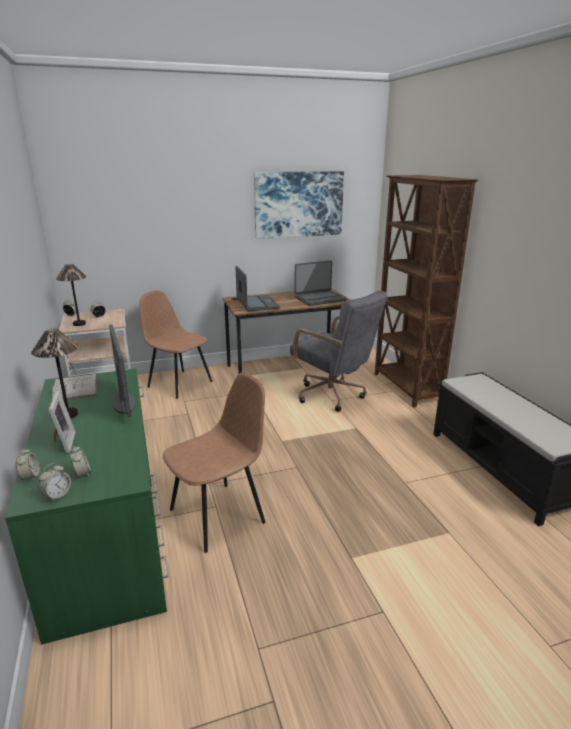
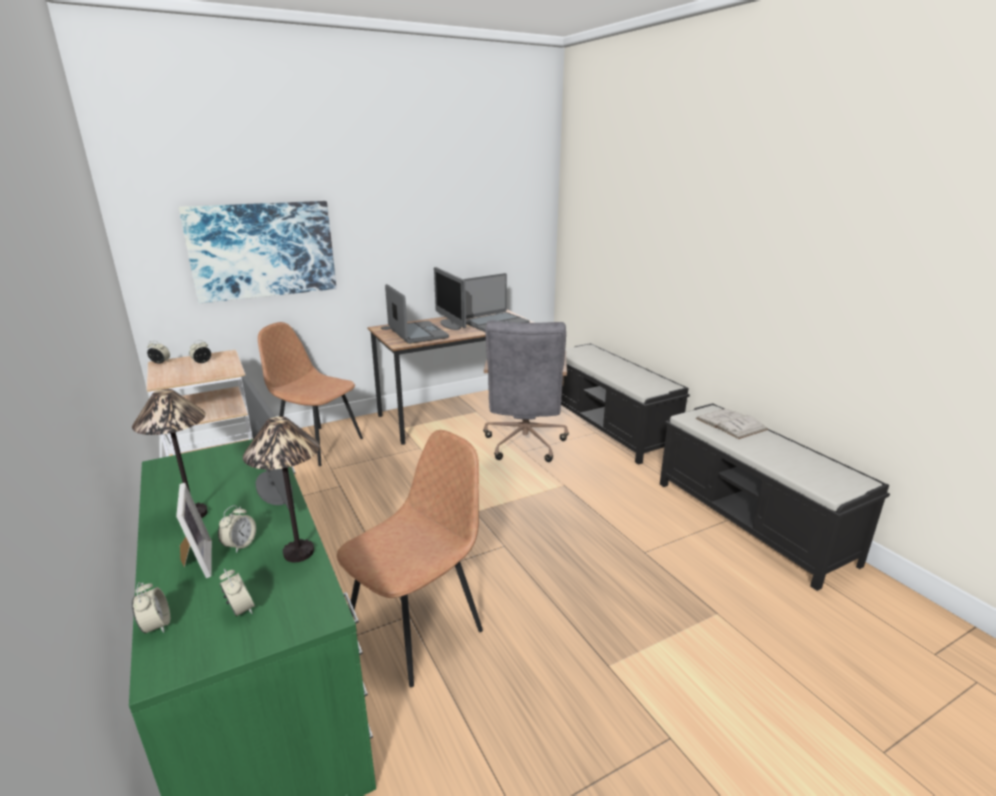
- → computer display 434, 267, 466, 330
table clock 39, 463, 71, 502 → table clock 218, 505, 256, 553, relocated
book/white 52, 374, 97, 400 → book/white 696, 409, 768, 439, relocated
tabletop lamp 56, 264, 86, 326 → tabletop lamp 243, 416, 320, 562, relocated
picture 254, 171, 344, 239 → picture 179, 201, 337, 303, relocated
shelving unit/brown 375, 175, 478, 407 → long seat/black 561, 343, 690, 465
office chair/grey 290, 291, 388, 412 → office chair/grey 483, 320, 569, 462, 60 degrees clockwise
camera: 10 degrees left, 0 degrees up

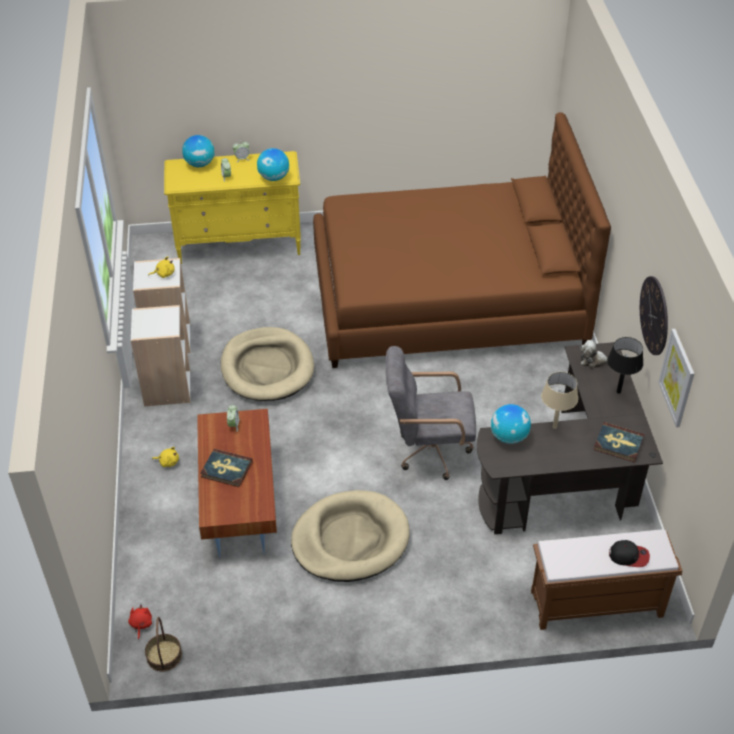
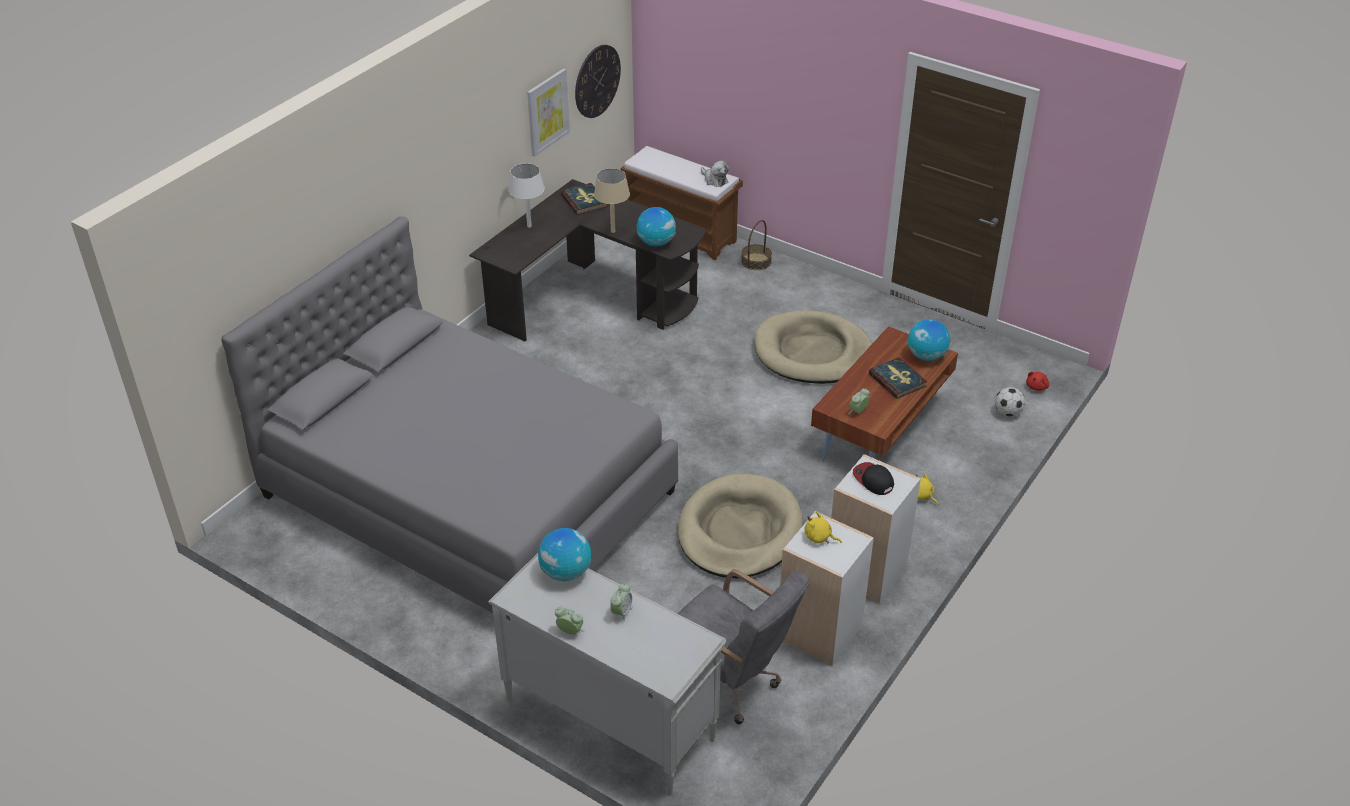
- → ball for football 995, 387, 1025, 417
household basket 145, 617, 182, 671 → household basket 741, 220, 772, 270, relocated
world globe 182, 135, 215, 167 → world globe 908, 319, 950, 361, relocated
office chair/grey 385, 346, 476, 480 → office chair/grey 677, 569, 810, 724, relocated
plush toy 580, 340, 608, 369 → plush toy 701, 161, 729, 187, relocated
peaked cap 609, 540, 650, 567 → peaked cap 853, 462, 894, 495, relocated
hanging clock 640, 276, 668, 355 → hanging clock 575, 45, 621, 118, relocated
chest of drawers/yellow 164, 151, 301, 264 → chest of drawers/white 488, 553, 726, 796
bed/brown 313, 112, 611, 368 → bed/grey 222, 216, 679, 613
tabletop lamp/black 607, 337, 643, 394 → tabletop lamp/white 508, 163, 545, 228
camera: 140 degrees left, 5 degrees down

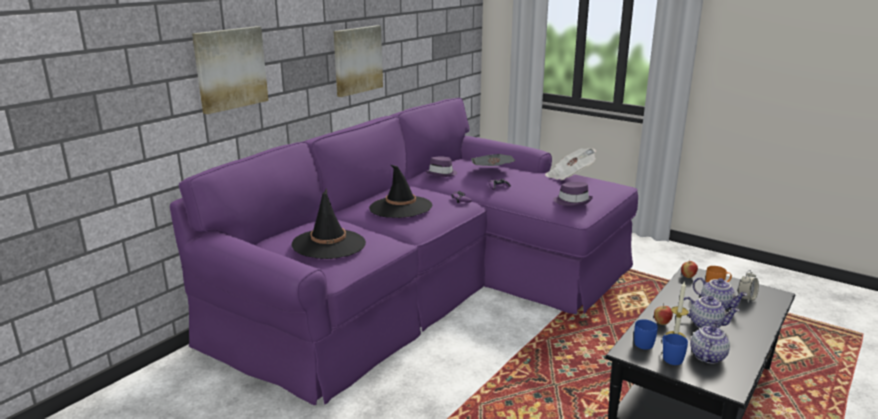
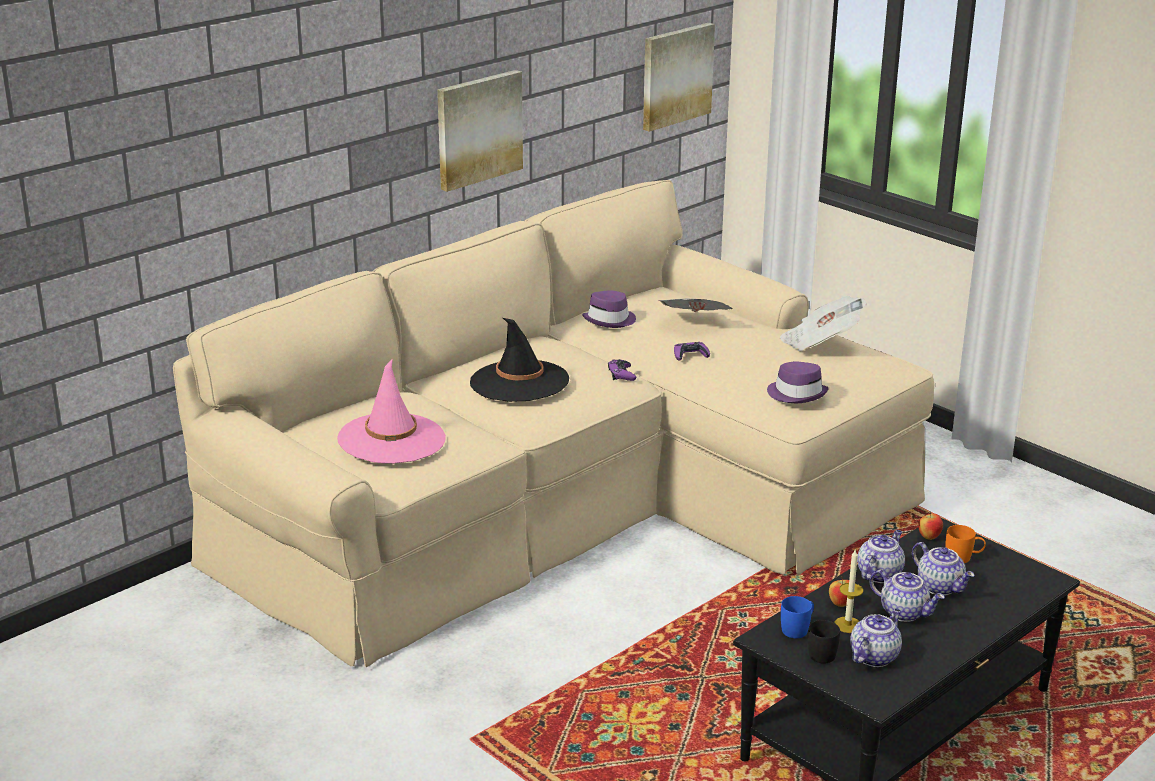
table clock 738, 270, 759, 302 → -
- → teapot 857, 530, 905, 583
picture 192, 26, 268, 114 → picture 643, 23, 715, 132, relocated
couch/purple 170, 98, 638, 405 → couch/beige-coloured 173, 180, 934, 667
wearable hat/black 291, 189, 366, 259 → wearable hat/pink 337, 358, 446, 464
coffee mug/blue 662, 334, 688, 365 → coffee mug/black 808, 620, 840, 664
camera: 10 degrees right, 5 degrees up

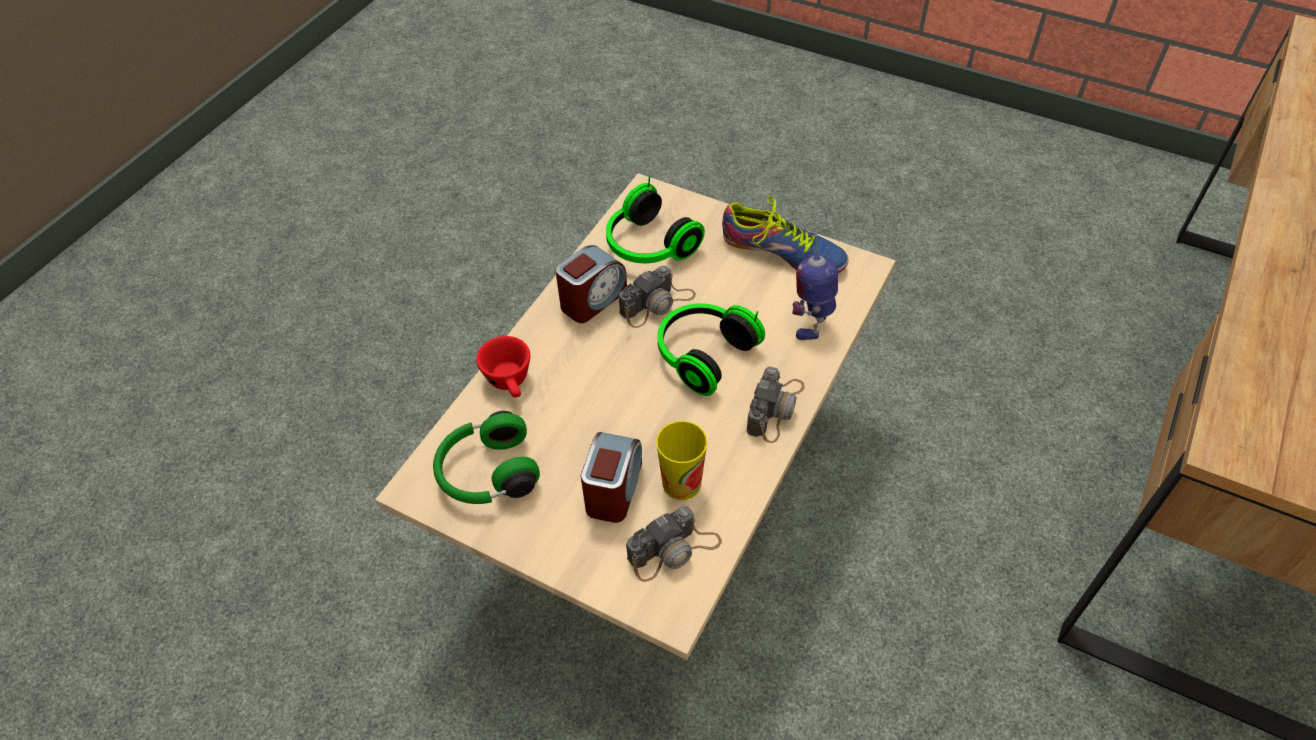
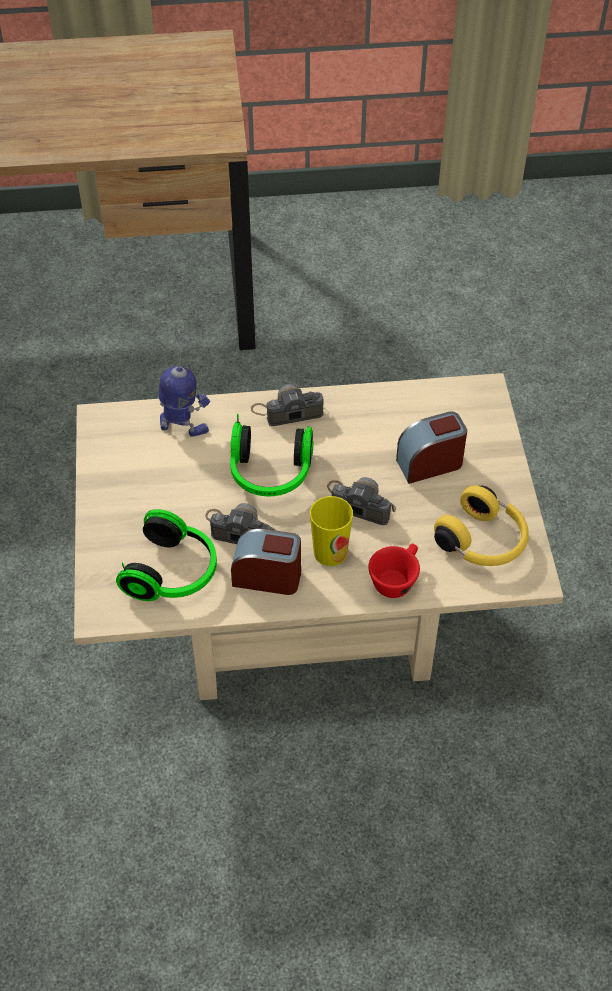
shoe 722, 196, 849, 273 → -
still camera 626, 506, 722, 582 → still camera 327, 477, 396, 525, relocated
cup 656, 421, 707, 500 → cup 310, 496, 353, 566, relocated
pair of headphones/greenish 433, 411, 540, 504 → pair of headphones/yellow 434, 486, 529, 566
robot figure 792, 214, 838, 340 → robot figure 159, 330, 211, 437, 150 degrees counterclockwise
camera: 125 degrees left, 0 degrees up

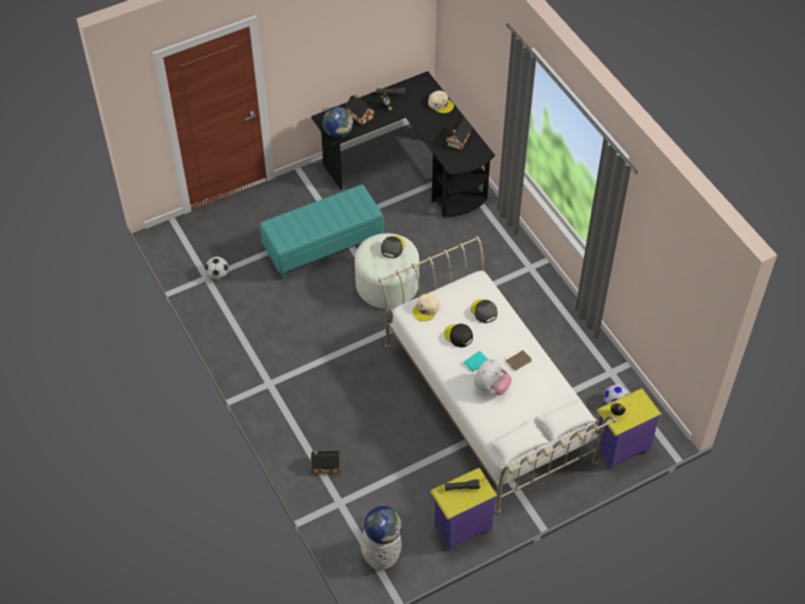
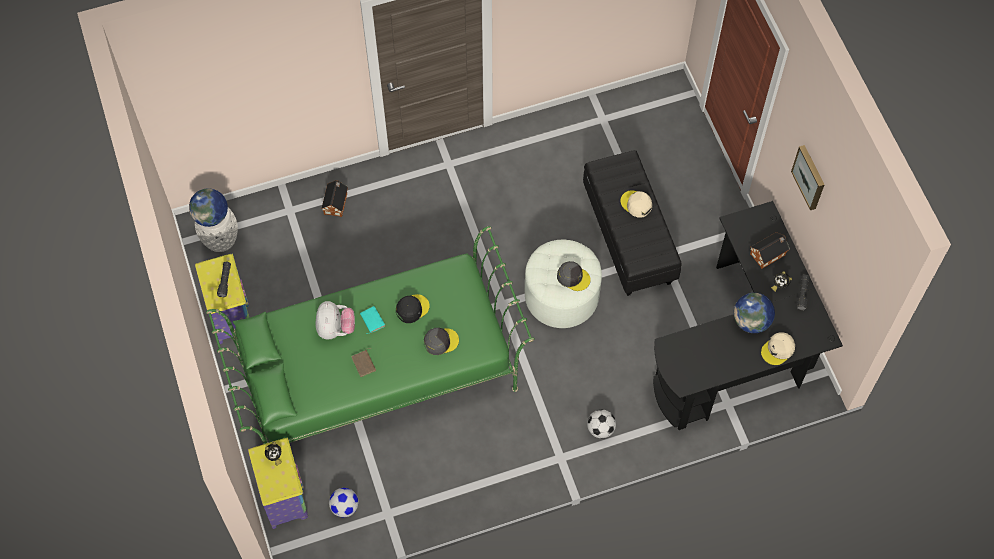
miniature house 446, 119, 472, 150 → -
- → picture 791, 145, 825, 210
ball for football 205, 257, 229, 280 → ball for football 587, 410, 616, 438, relocated
world globe 322, 106, 354, 138 → world globe 734, 293, 775, 333, relocated
peaked cap/beige-coloured 413, 294, 440, 321 → peaked cap/beige-coloured 621, 190, 652, 218, relocated
ottoman/turquoise-coloured 260, 184, 384, 279 → ottoman/black 583, 150, 682, 296
bed/white 378, 236, 616, 513 → bed/greenish 206, 226, 535, 444
plush toy 474, 359, 512, 395 → plush toy 316, 301, 355, 340, 135 degrees counterclockwise
camera: 100 degrees right, 10 degrees up

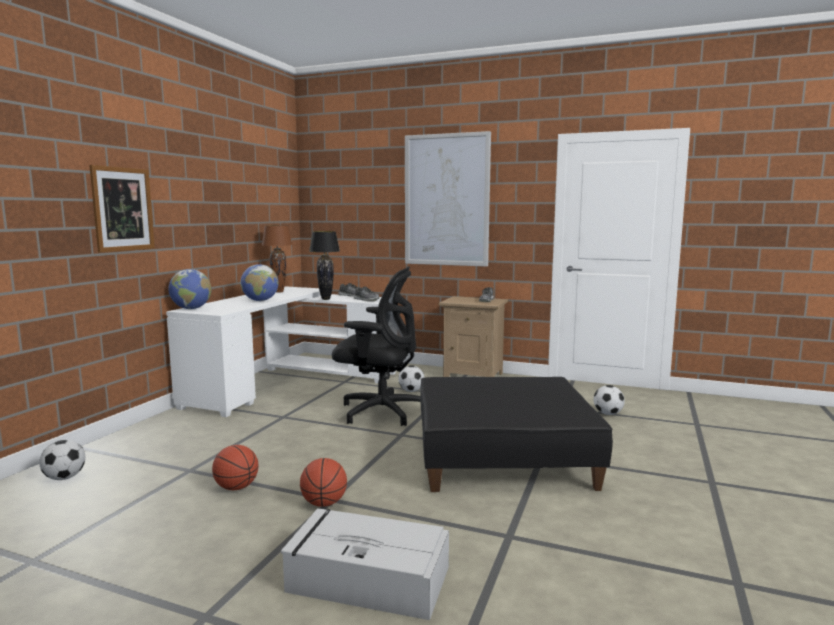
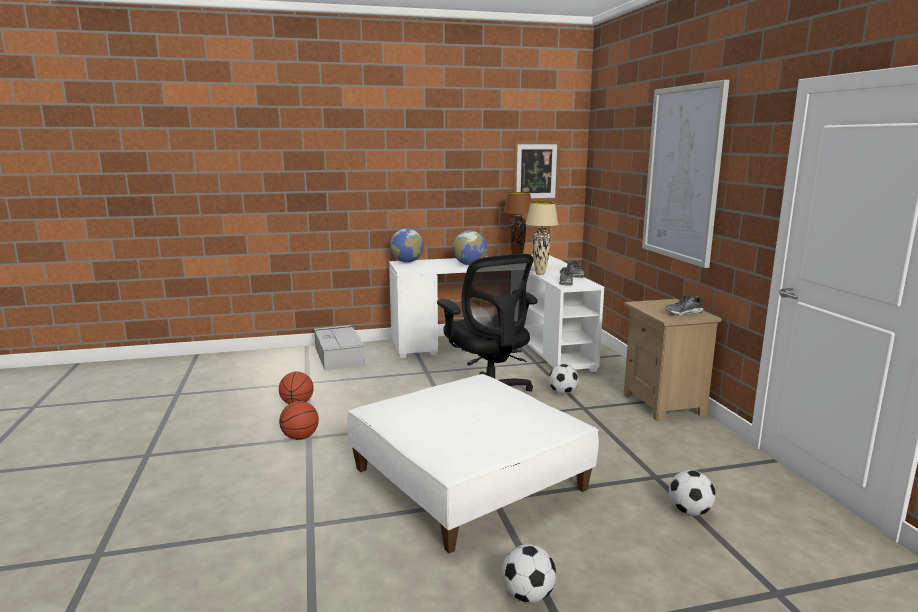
ball for football 39, 440, 85, 480 → ball for football 502, 544, 556, 603, relocated
picture 89, 165, 155, 253 → picture 513, 141, 561, 202, relocated
storage container/grey 281, 508, 449, 620 → storage container/grey 314, 325, 365, 370, relocated
tabletop lamp/black 309, 231, 340, 300 → tabletop lamp/beige-coloured 526, 202, 558, 275
ottoman/black 420, 377, 613, 492 → ottoman/white 347, 374, 599, 553
camera: 55 degrees right, 5 degrees up

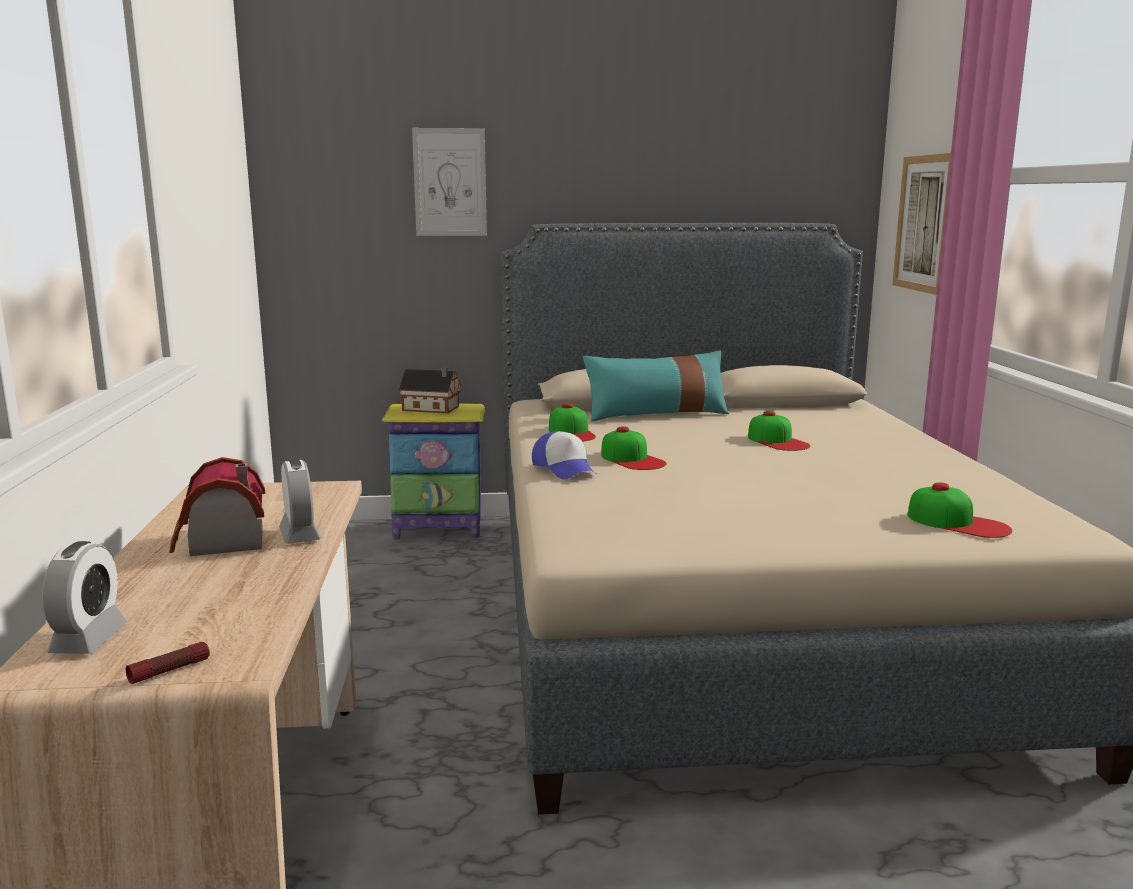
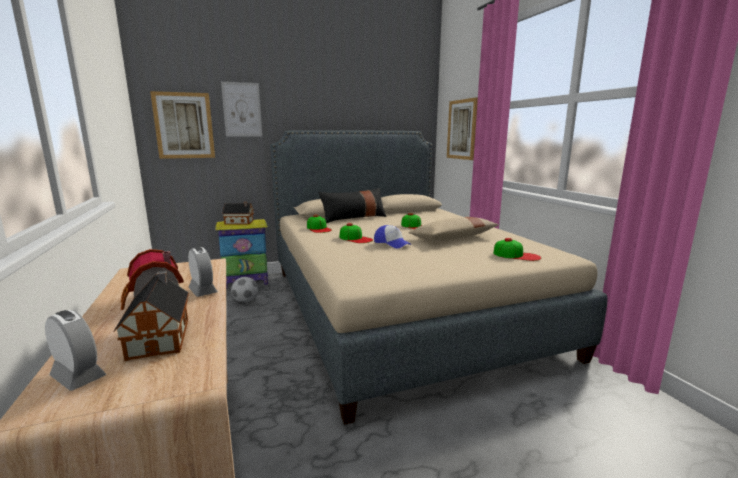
hand torch 126, 642, 210, 684 → -
- → miniature house 113, 271, 189, 361
- → picture 150, 91, 215, 159
- → ball for football 231, 277, 258, 303
- → cushion/beige-coloured 408, 217, 499, 241
peaked cap 532, 431, 594, 479 → peaked cap 374, 225, 411, 248, relocated
cushion/turquoise-coloured 583, 351, 729, 421 → cushion/black 319, 188, 387, 223
table clock 42, 541, 127, 654 → table clock 45, 310, 106, 391, 45 degrees counterclockwise
camera: 15 degrees left, 0 degrees up

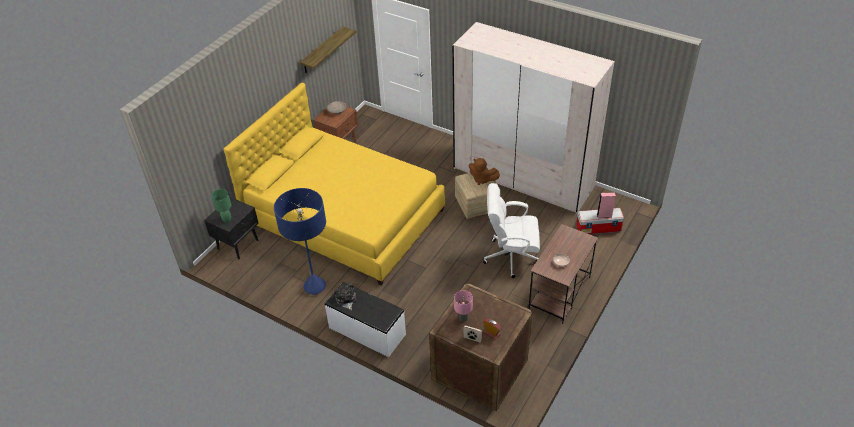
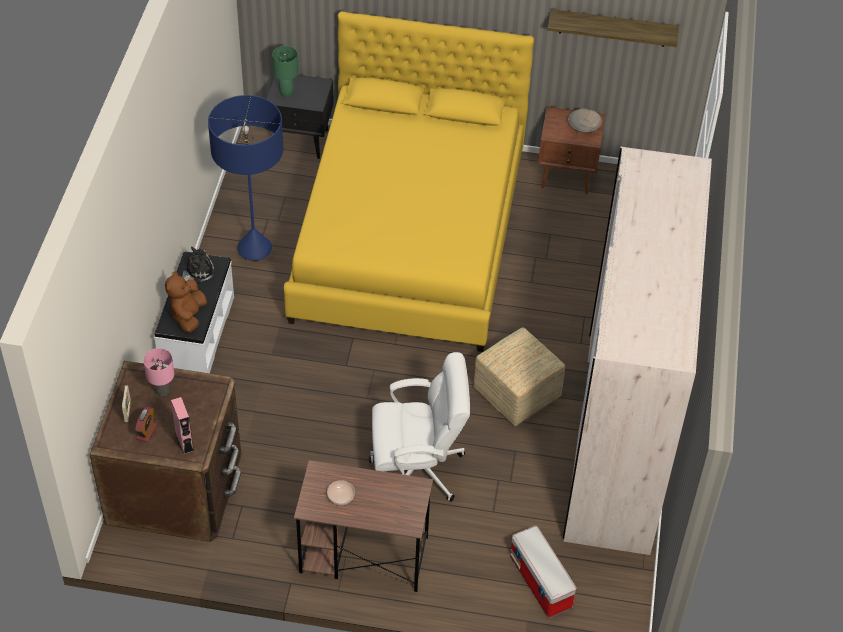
plush toy/brown 469, 158, 500, 185 → plush toy/brown 165, 271, 207, 333, relocated
audio speaker/pink 597, 192, 616, 218 → audio speaker/pink 171, 397, 194, 454, relocated
office chair/white 483, 183, 540, 278 → office chair/white 369, 352, 470, 502, 105 degrees clockwise
camera: 65 degrees right, 5 degrees up

